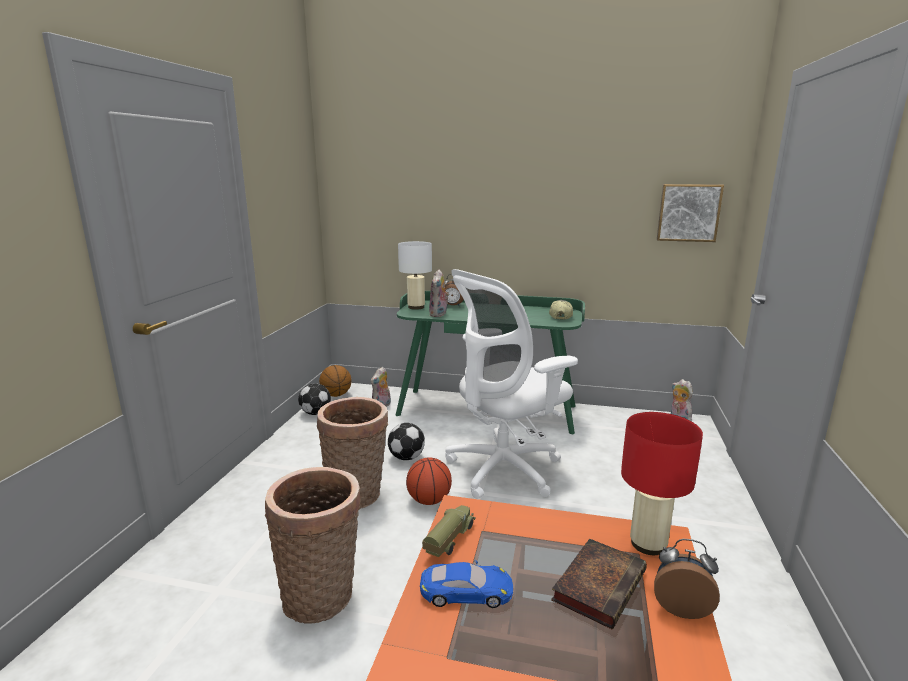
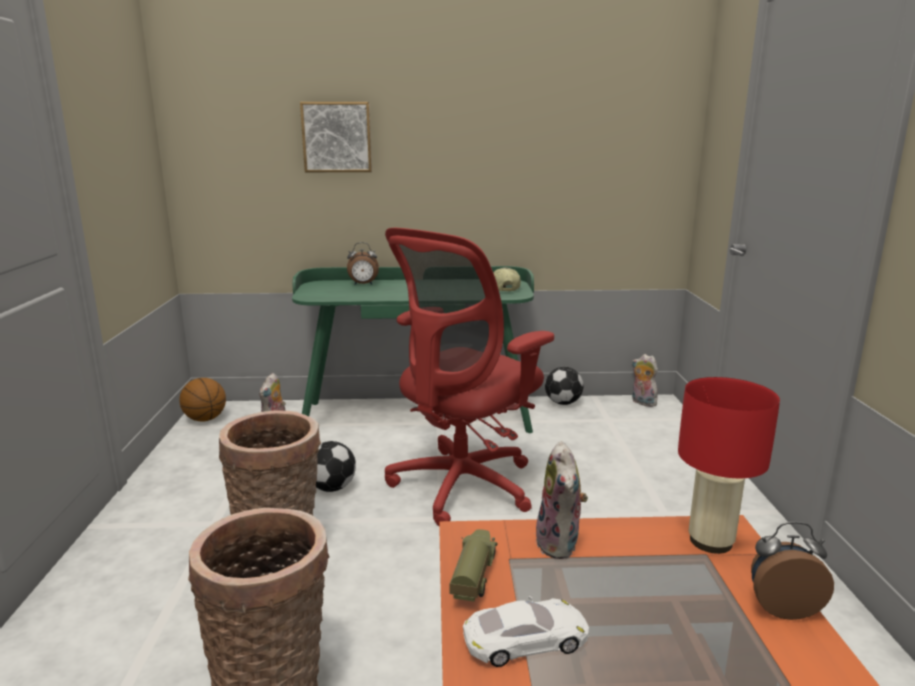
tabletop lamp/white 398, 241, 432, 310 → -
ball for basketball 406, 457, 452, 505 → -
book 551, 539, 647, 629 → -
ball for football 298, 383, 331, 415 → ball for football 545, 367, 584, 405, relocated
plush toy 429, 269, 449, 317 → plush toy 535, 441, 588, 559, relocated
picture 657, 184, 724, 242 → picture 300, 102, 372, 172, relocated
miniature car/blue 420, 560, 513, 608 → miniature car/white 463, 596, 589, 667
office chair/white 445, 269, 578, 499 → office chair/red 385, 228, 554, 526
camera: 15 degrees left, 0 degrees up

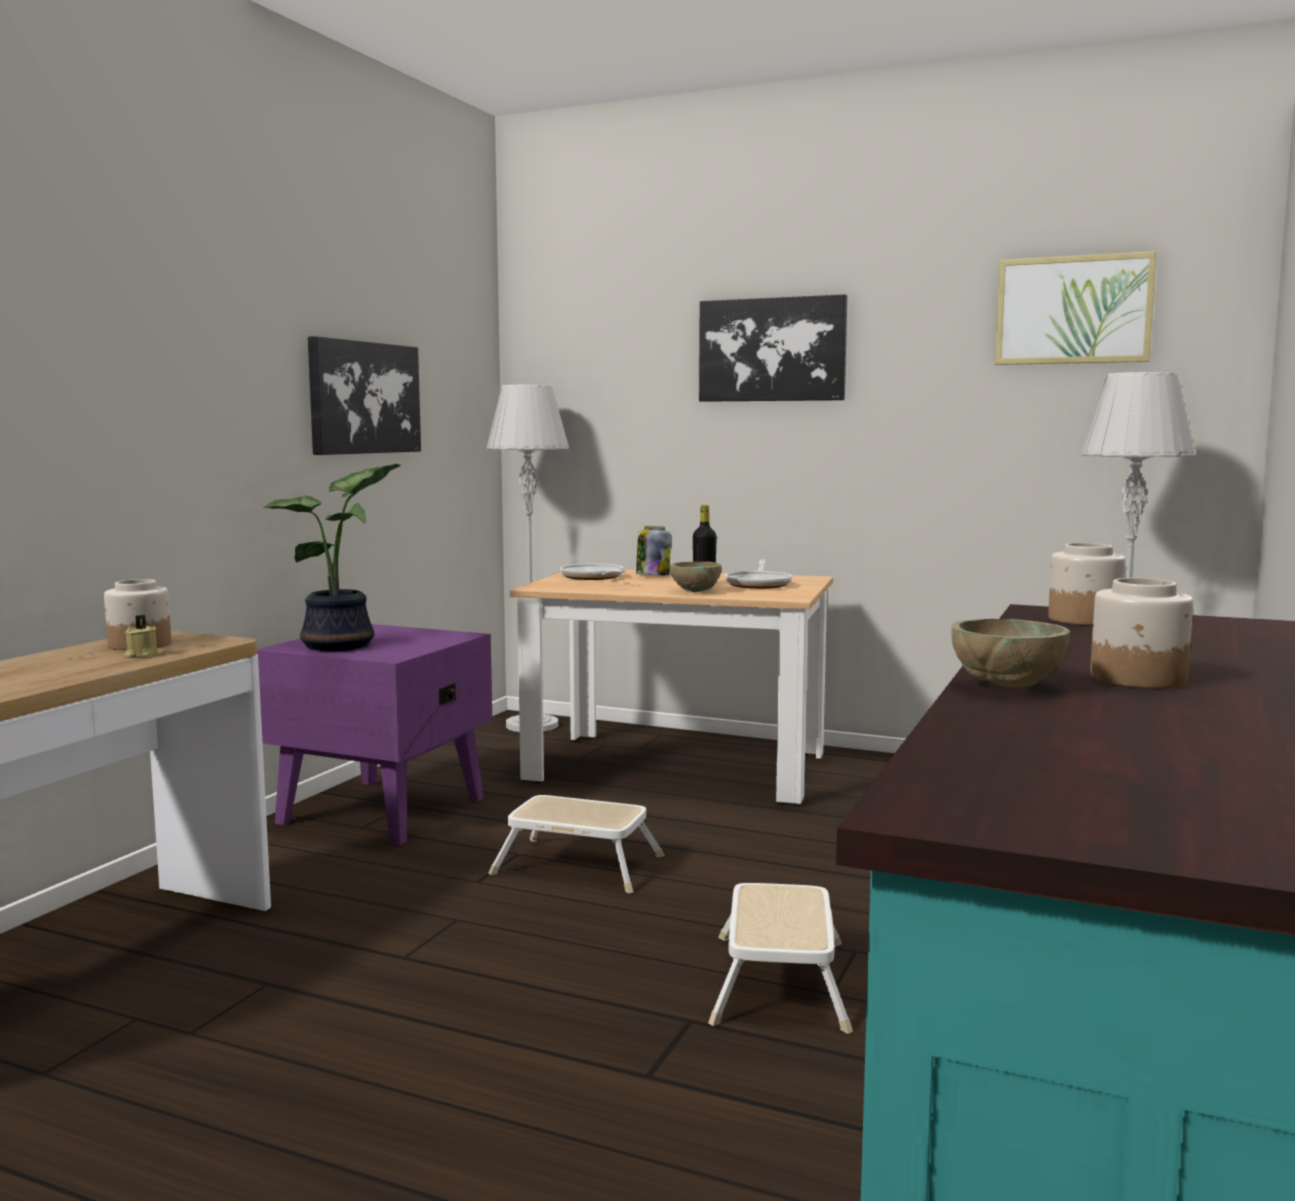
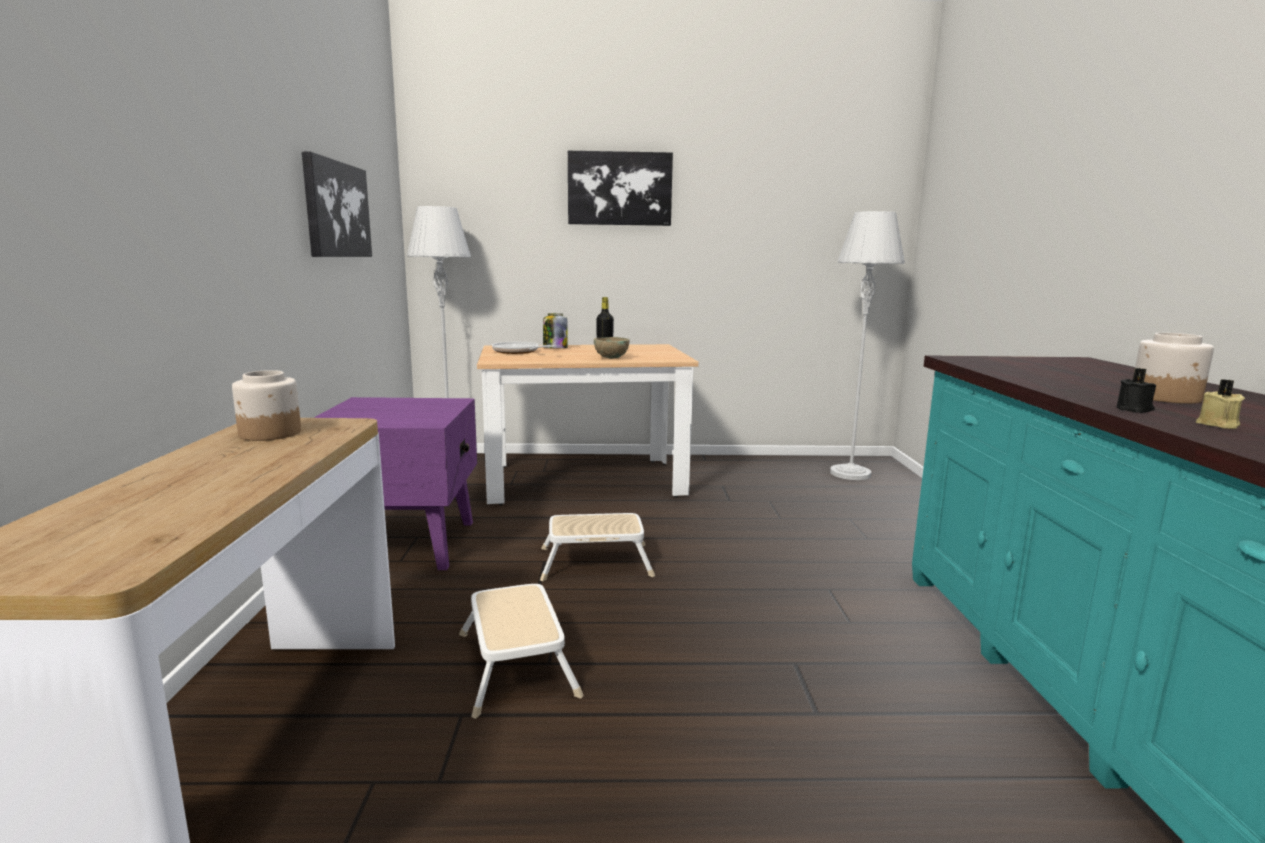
houseplant 263, 464, 401, 651 → -
pan 725, 559, 792, 589 → -
picture 995, 251, 1157, 365 → -
storage jar 1048, 543, 1126, 625 → -
wax candle/beige-coloured 124, 615, 157, 658 → wax candle/beige-coloured 1196, 379, 1245, 429, relocated
step ladder/beige-coloured 708, 883, 853, 1034 → step ladder/beige-coloured 459, 584, 584, 719, relocated
serving bowl/beige-coloured 952, 619, 1070, 687 → wax candle/black 1117, 368, 1156, 413
camera: 25 degrees left, 5 degrees up

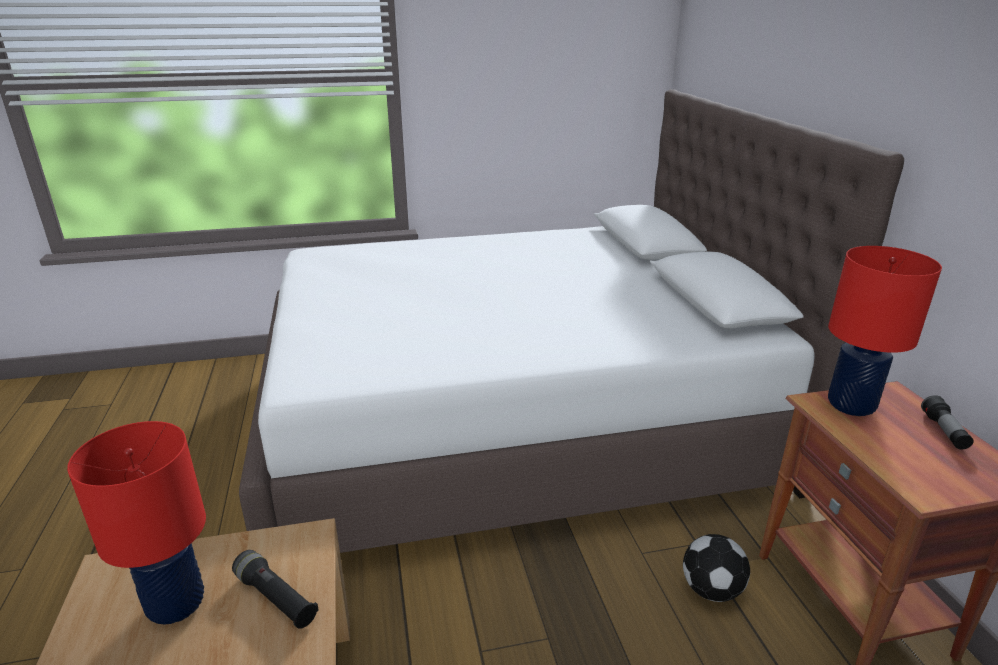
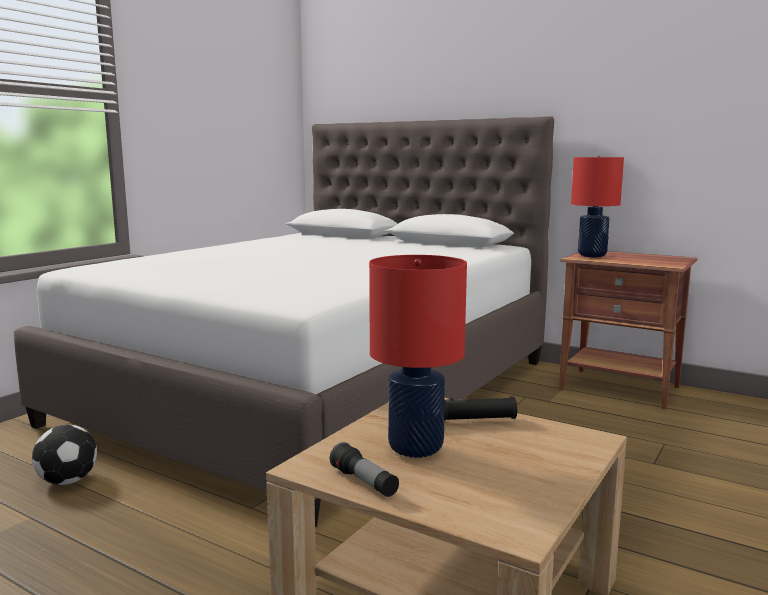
ball for football 683, 534, 750, 602 → ball for football 32, 424, 97, 485, relocated
hand torch 921, 395, 973, 450 → hand torch 330, 442, 399, 497, relocated
camera: 45 degrees left, 15 degrees down

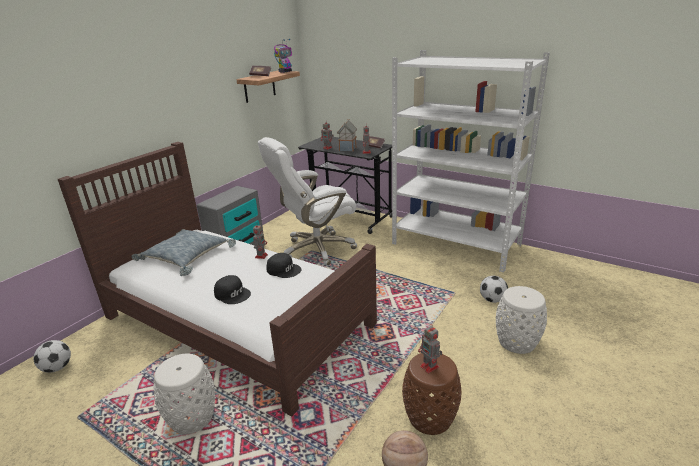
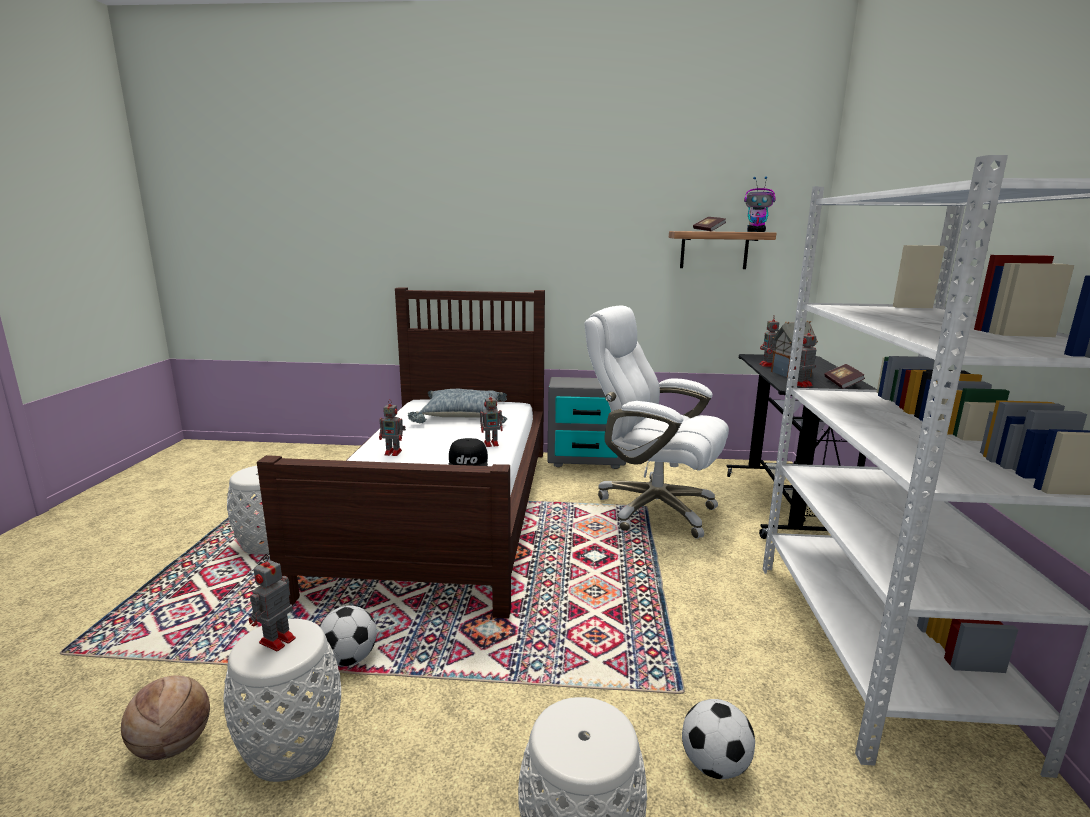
ball for football 34, 340, 71, 373 → ball for football 319, 606, 377, 666, relocated
peaked cap/black 214, 275, 251, 304 → robot figure 379, 399, 406, 456
stool seat/brown 402, 353, 461, 435 → stool seat/white 224, 619, 341, 782
camera: 60 degrees right, 10 degrees down

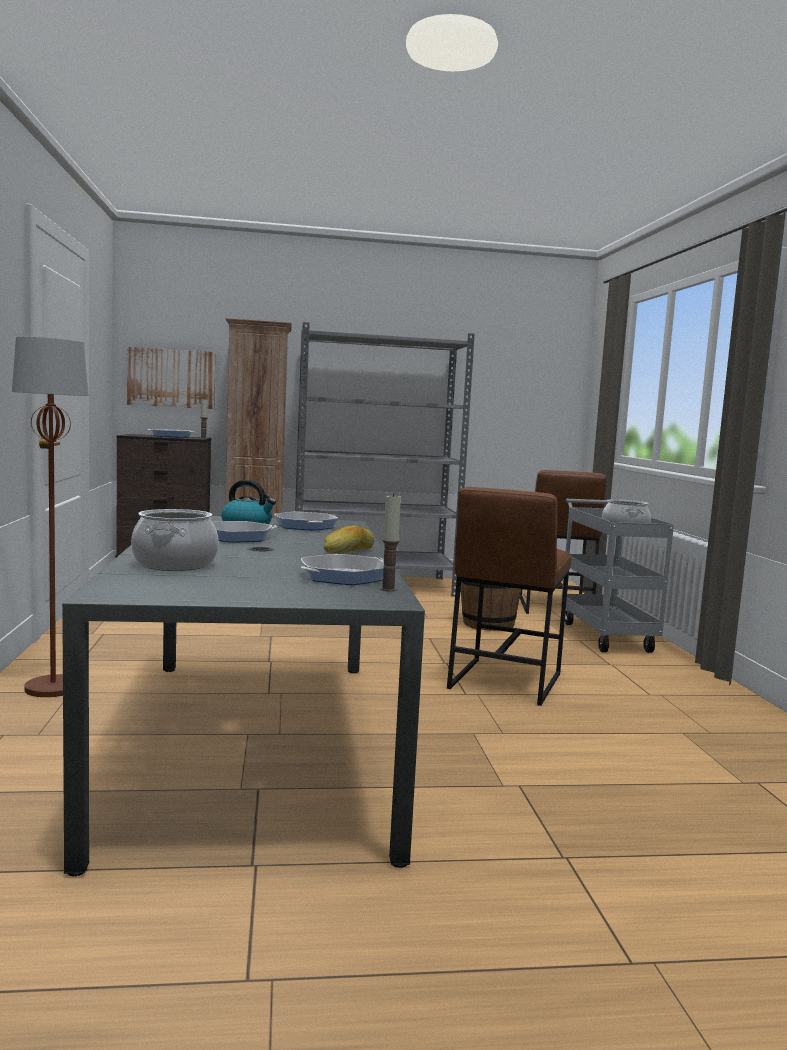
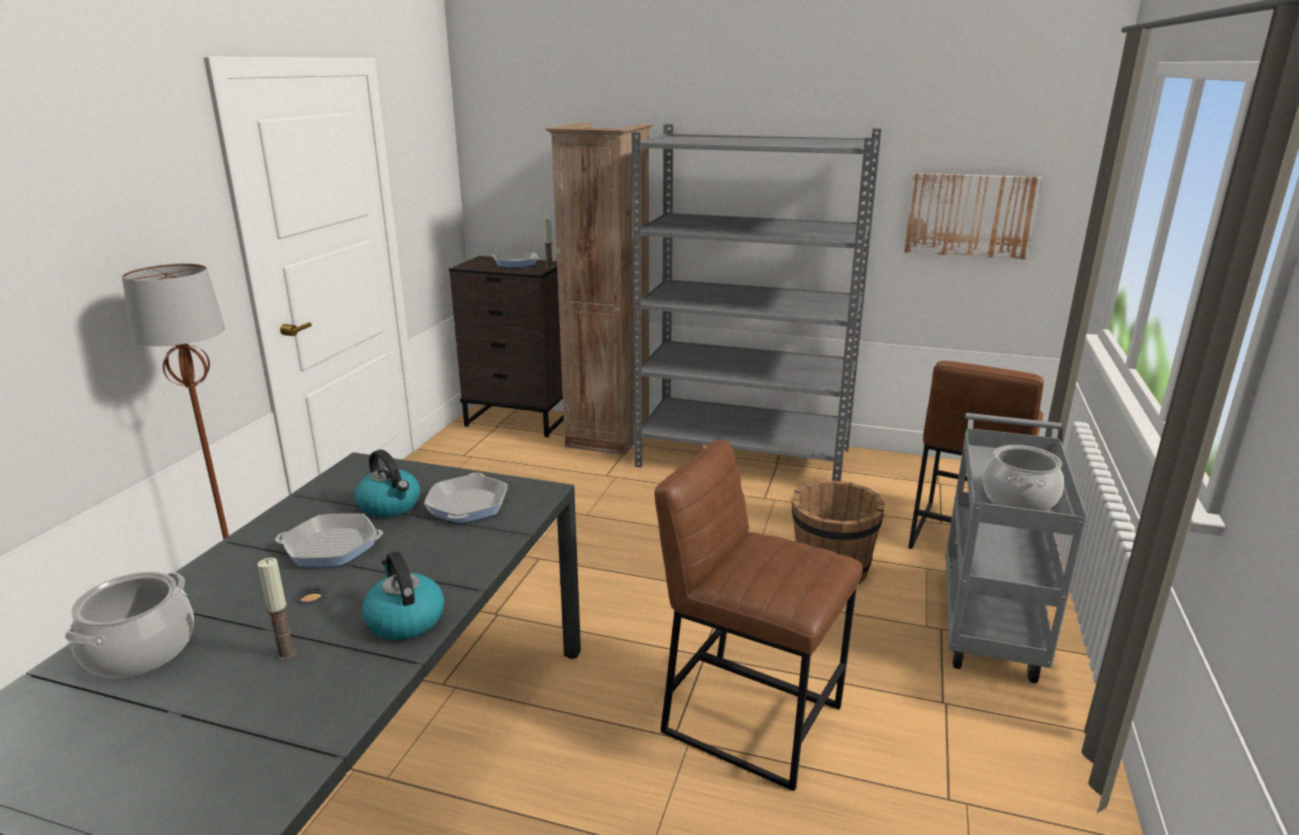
pan 301, 554, 384, 585 → -
picture 127, 347, 216, 409 → picture 904, 173, 1042, 260, relocated
wax candle 380, 493, 401, 591 → wax candle 258, 558, 297, 661, relocated
bread 324, 525, 374, 554 → tea kettle 362, 551, 444, 640
plain chair/brown 447, 487, 572, 706 → plain chair/brown 654, 440, 863, 791, 75 degrees clockwise
camera: 25 degrees right, 15 degrees up

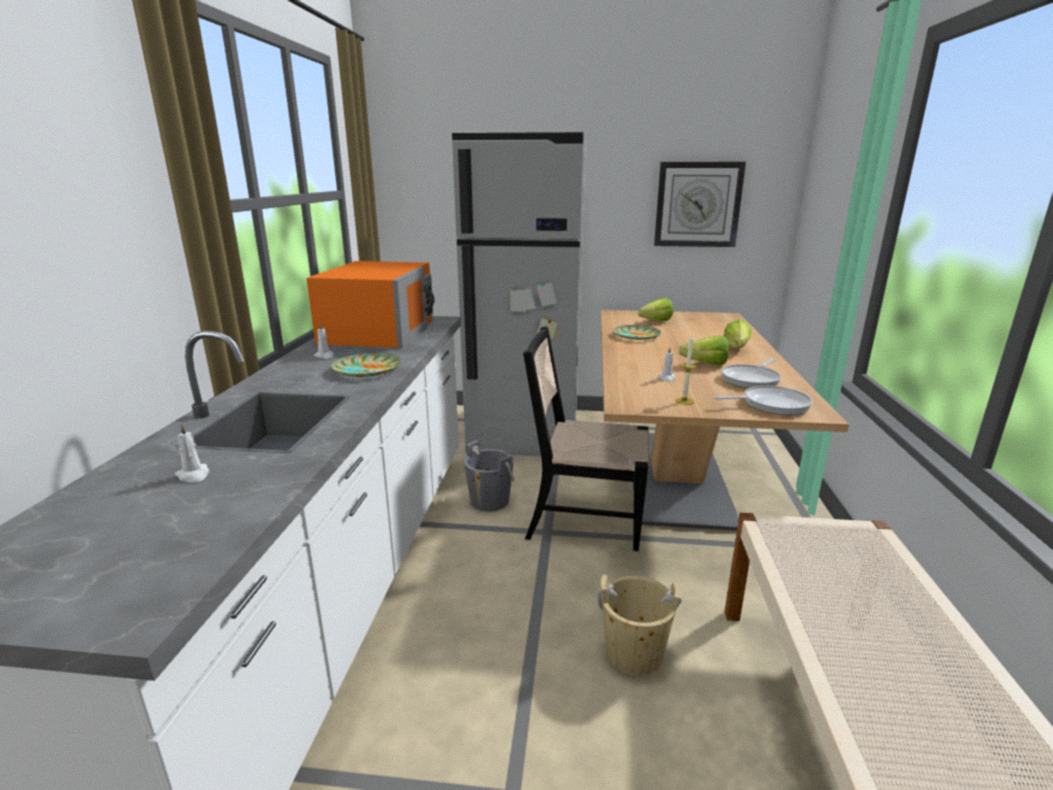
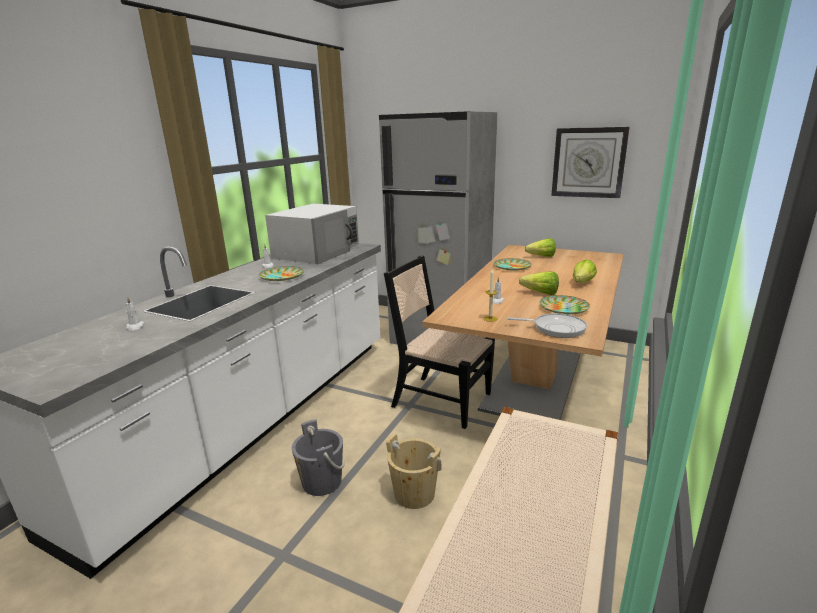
pail/grey 464, 440, 514, 511 → pail/grey 292, 419, 345, 496, relocated
pan 721, 358, 781, 388 → flat dish 540, 295, 590, 314
microwave/orange 306, 261, 435, 348 → microwave/white 265, 204, 359, 264
camera: 20 degrees right, 0 degrees up

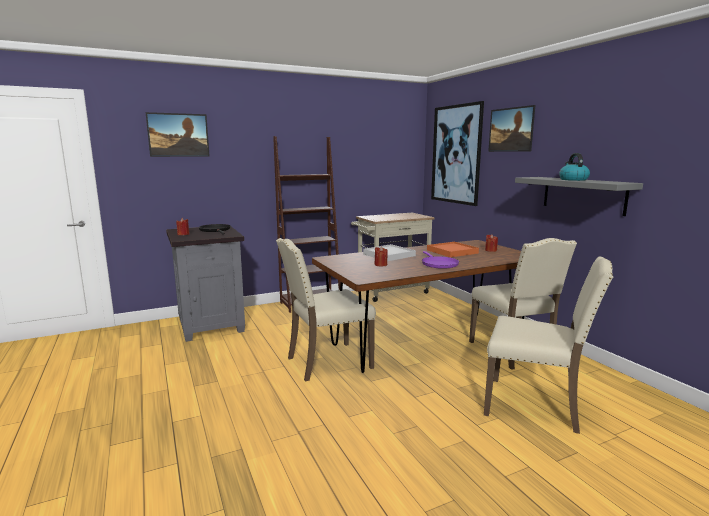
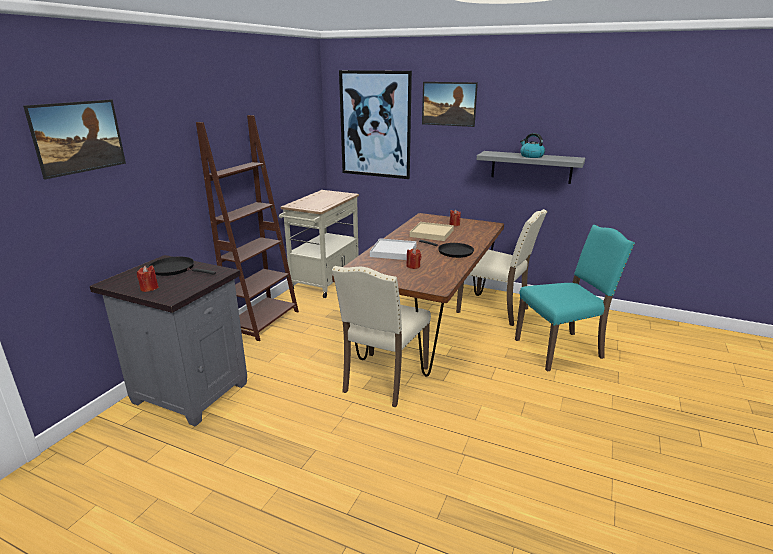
pan/purple 422, 251, 459, 269 → pan/black 419, 240, 474, 258
tray/orange 427, 242, 479, 257 → tray/beige-coloured 410, 222, 454, 241
plain chair/beige-coloured 484, 256, 613, 434 → plain chair/turquoise-coloured 515, 225, 635, 372
camera: 40 degrees left, 10 degrees up

